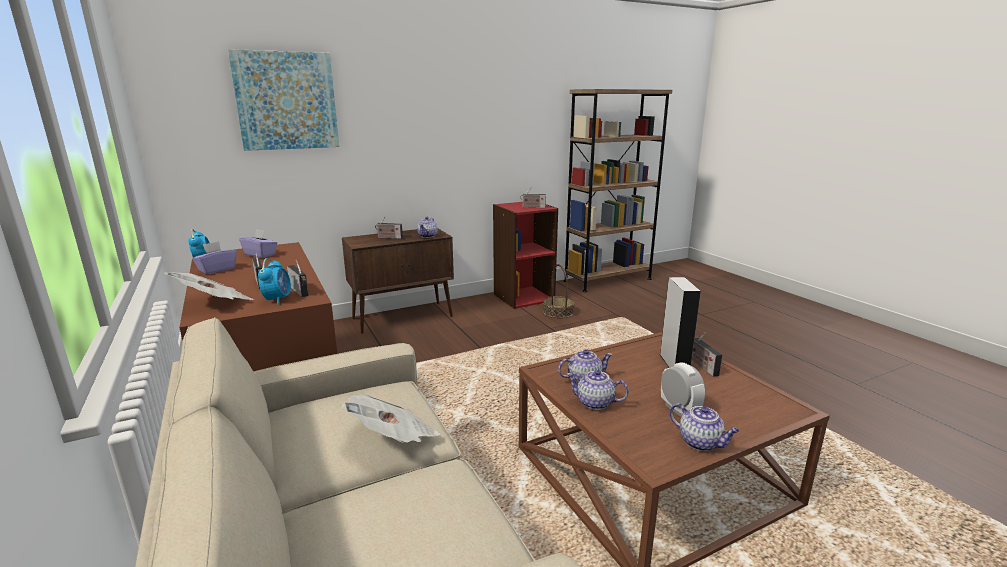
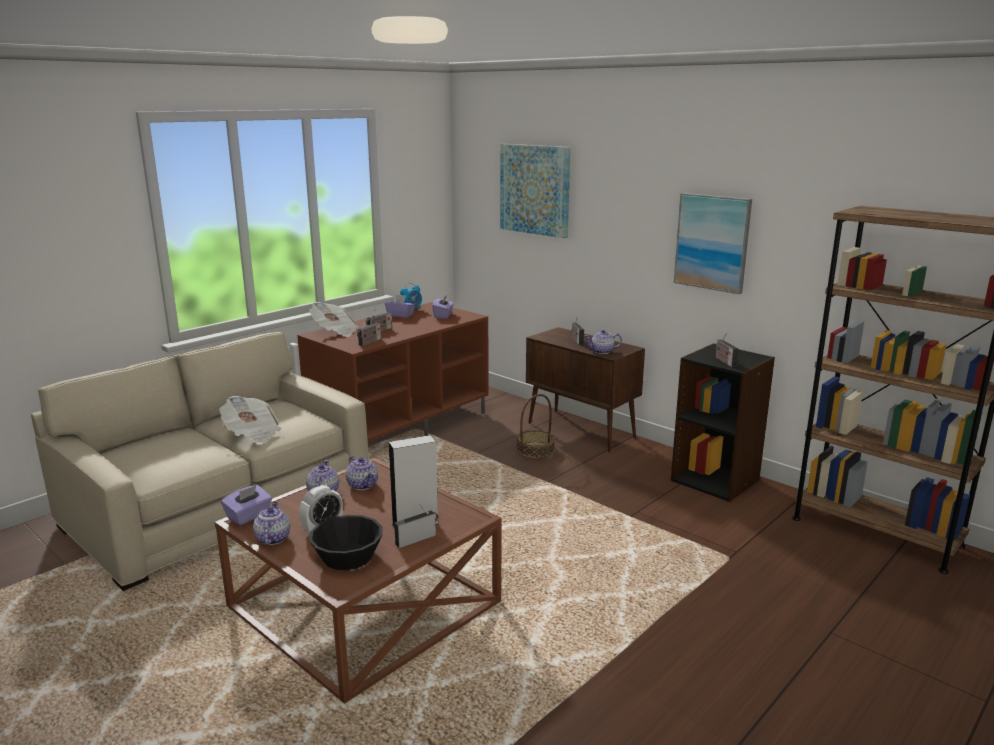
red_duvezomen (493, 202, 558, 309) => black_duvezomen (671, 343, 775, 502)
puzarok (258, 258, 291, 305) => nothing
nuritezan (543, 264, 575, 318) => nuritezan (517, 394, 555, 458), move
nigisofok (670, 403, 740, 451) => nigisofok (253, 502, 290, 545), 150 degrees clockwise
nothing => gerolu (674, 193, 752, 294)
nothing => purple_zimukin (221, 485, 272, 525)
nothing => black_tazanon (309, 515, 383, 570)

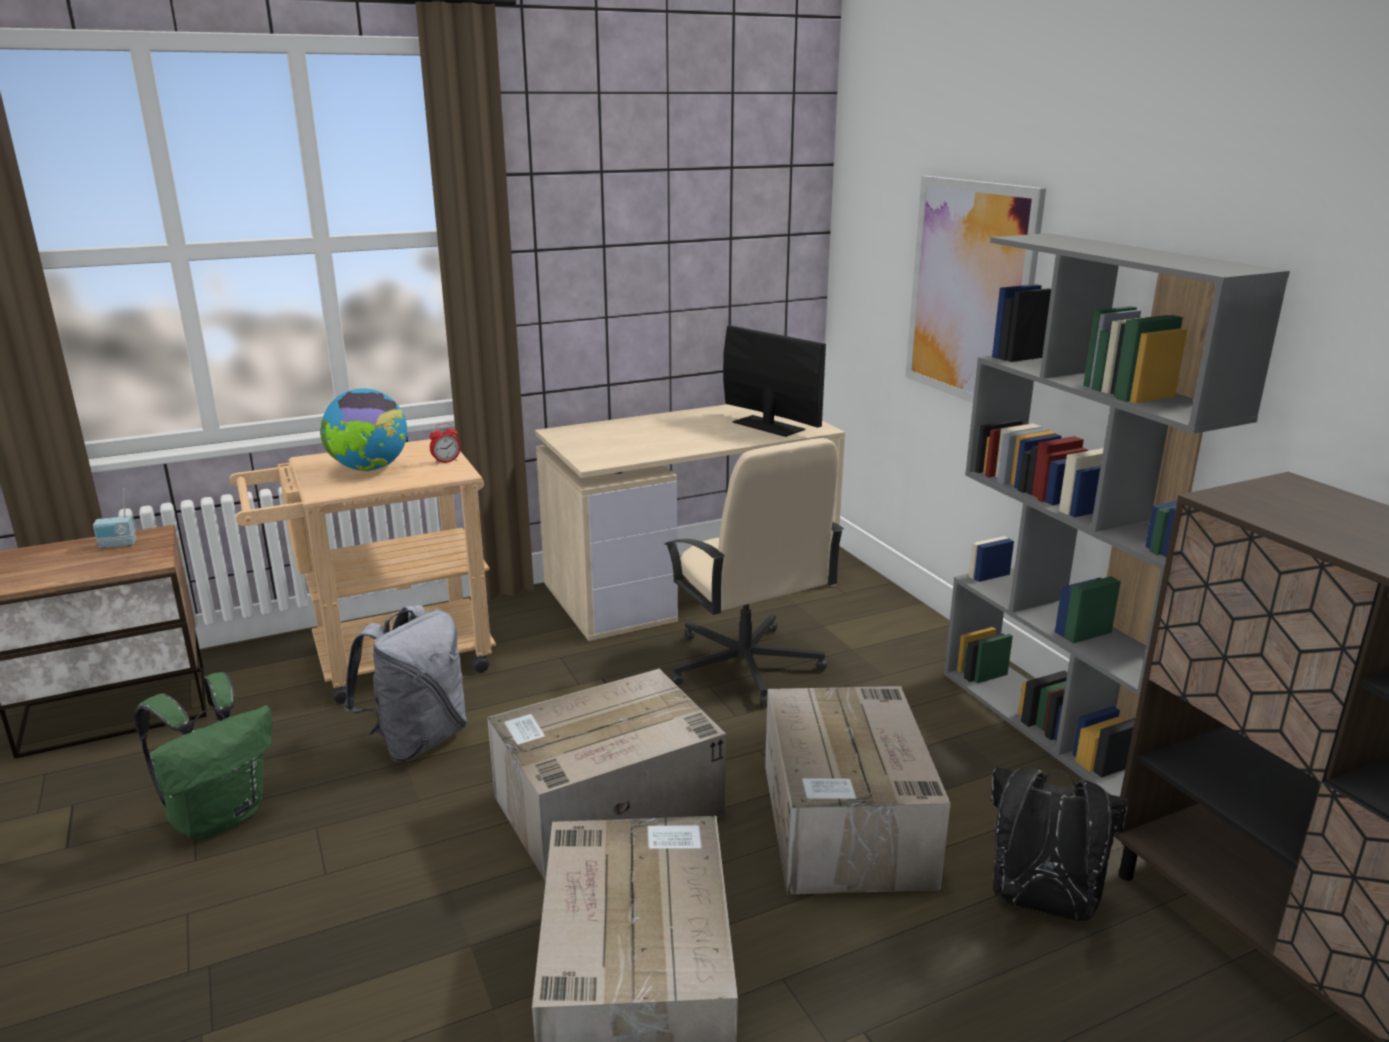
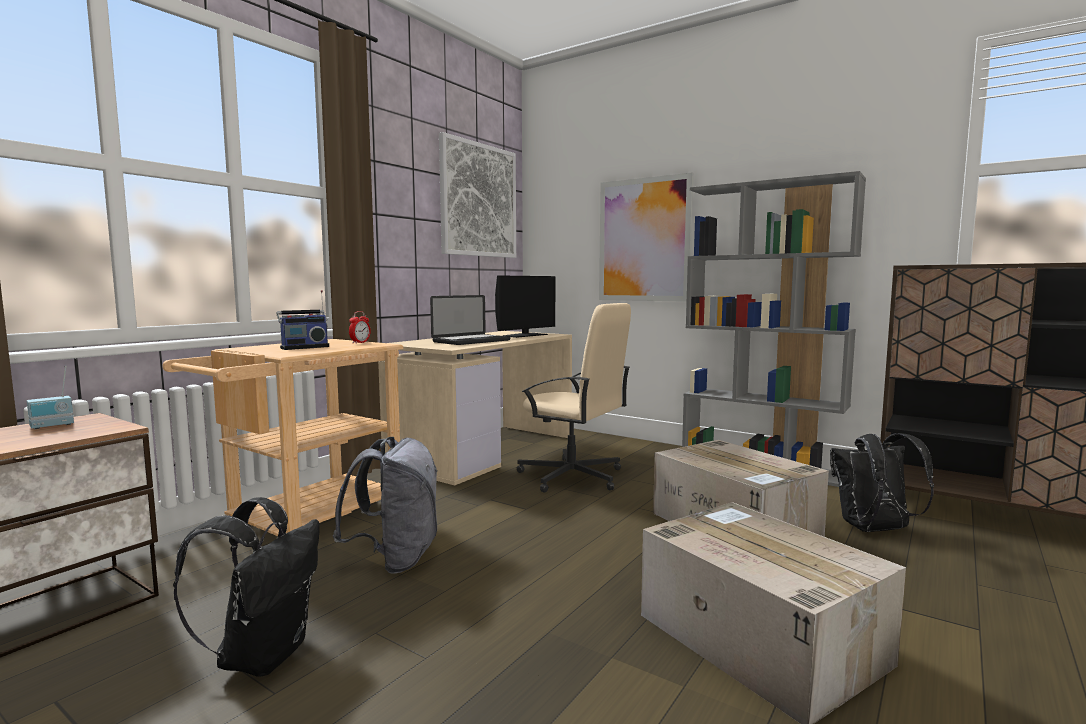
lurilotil (723, 325, 826, 437) => lurilotil (495, 275, 555, 338), 120 degrees clockwise
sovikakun (320, 388, 407, 472) => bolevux (276, 290, 329, 350)
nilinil (487, 668, 726, 881) => nothing
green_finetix (134, 672, 272, 840) => black_finetix (173, 497, 320, 677)
nothing => gerolu (439, 132, 516, 258)
nothing => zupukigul (430, 295, 510, 345)

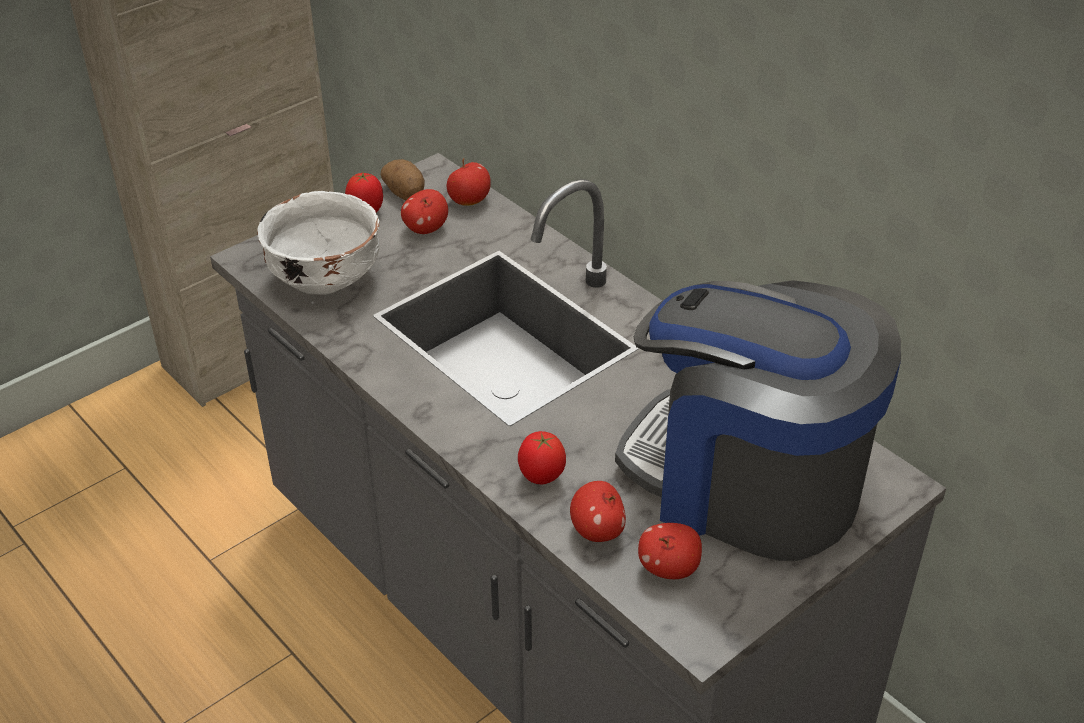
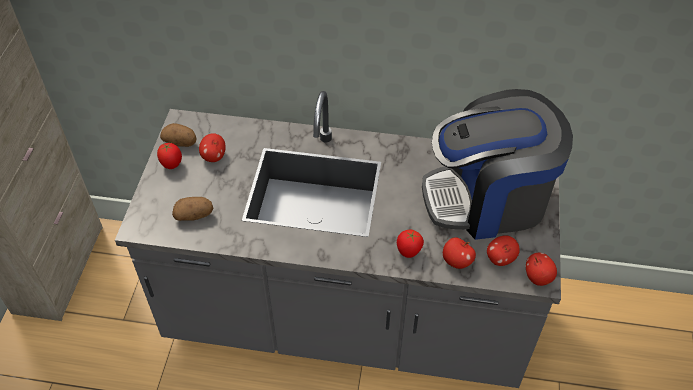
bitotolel (447, 158, 491, 206) => bitotolel (526, 253, 557, 286), move
white_tazanon (257, 191, 379, 295) => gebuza (172, 197, 213, 221)

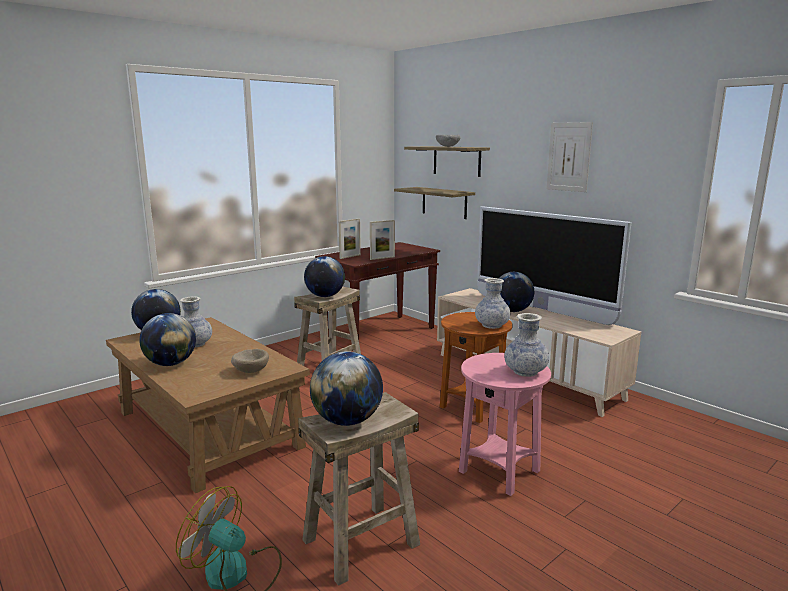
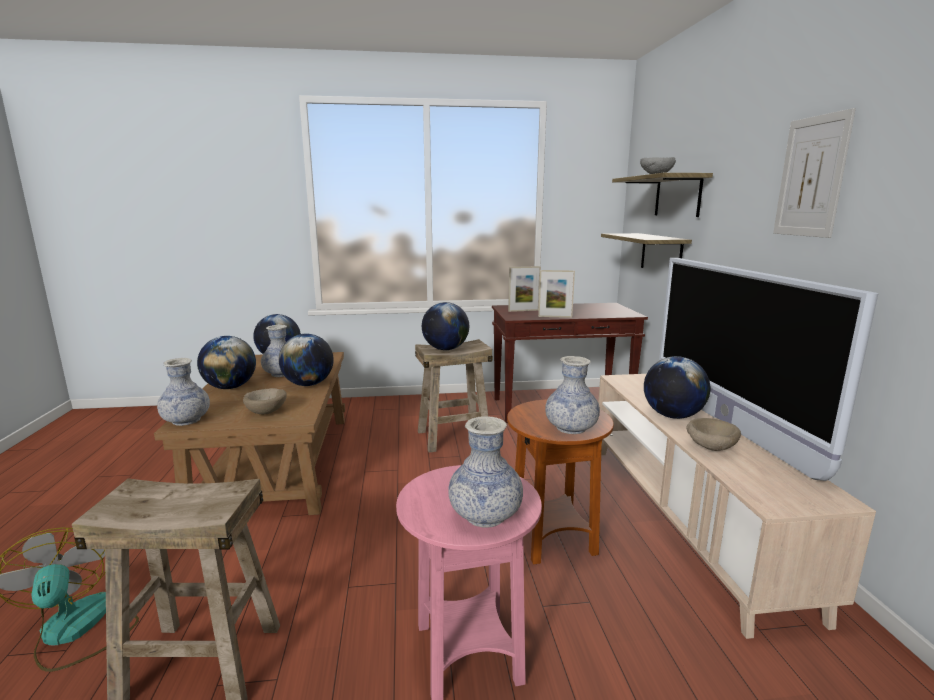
sovikakun (310, 351, 383, 426) => sovikakun (279, 334, 334, 386), move
nothing => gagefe (157, 358, 210, 426)
nothing => beige_tazanon (686, 418, 741, 451)

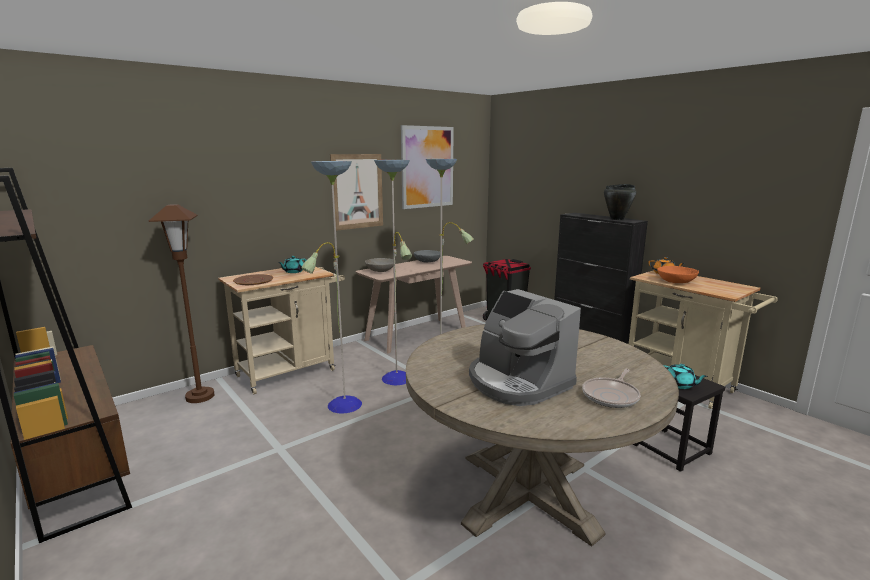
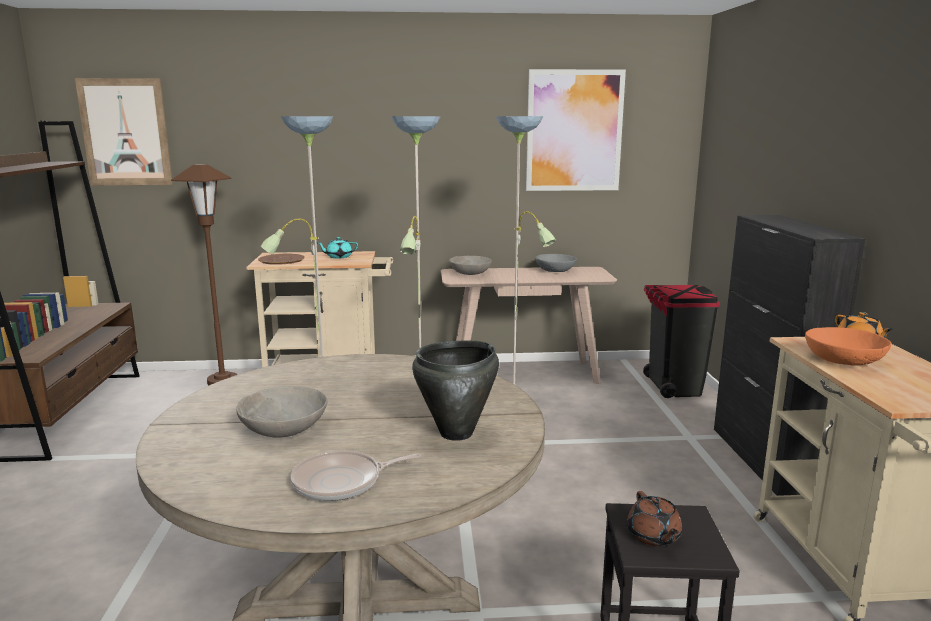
gerolu (330, 154, 383, 231) => gerolu (75, 78, 173, 185), move
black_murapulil (604, 184, 636, 220) => black_murapulil (412, 341, 499, 441), move
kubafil (469, 289, 581, 406) => grey_tazanon (236, 386, 327, 438)
turquoise_nigisofok (664, 364, 708, 389) => brown_nigisofok (627, 491, 682, 546)

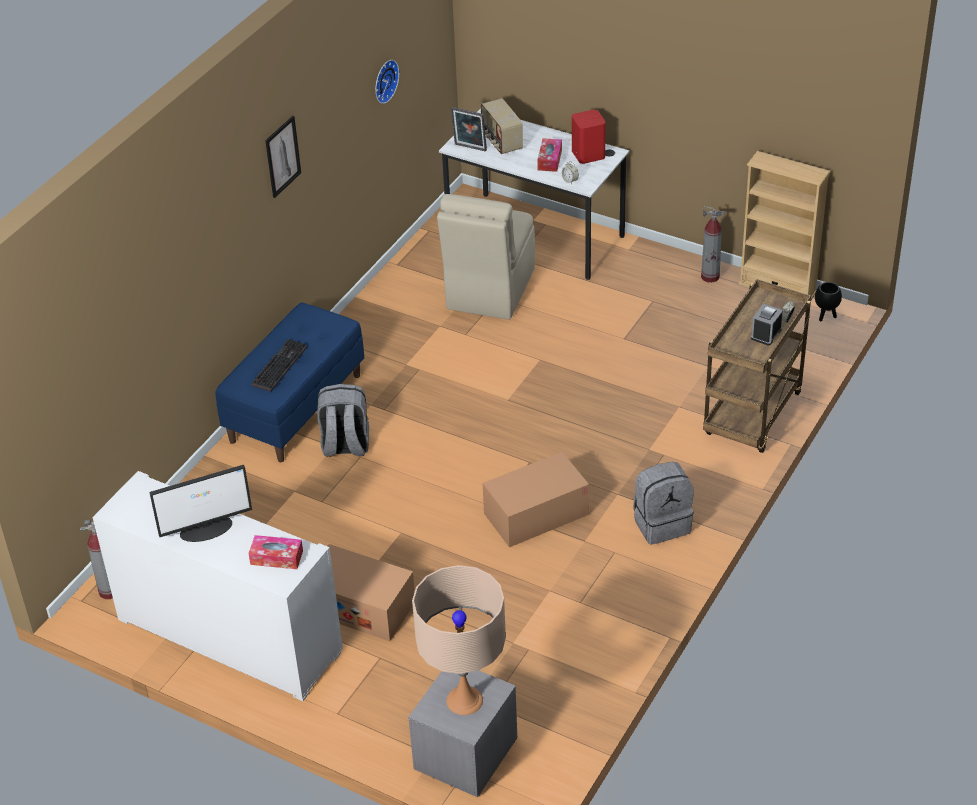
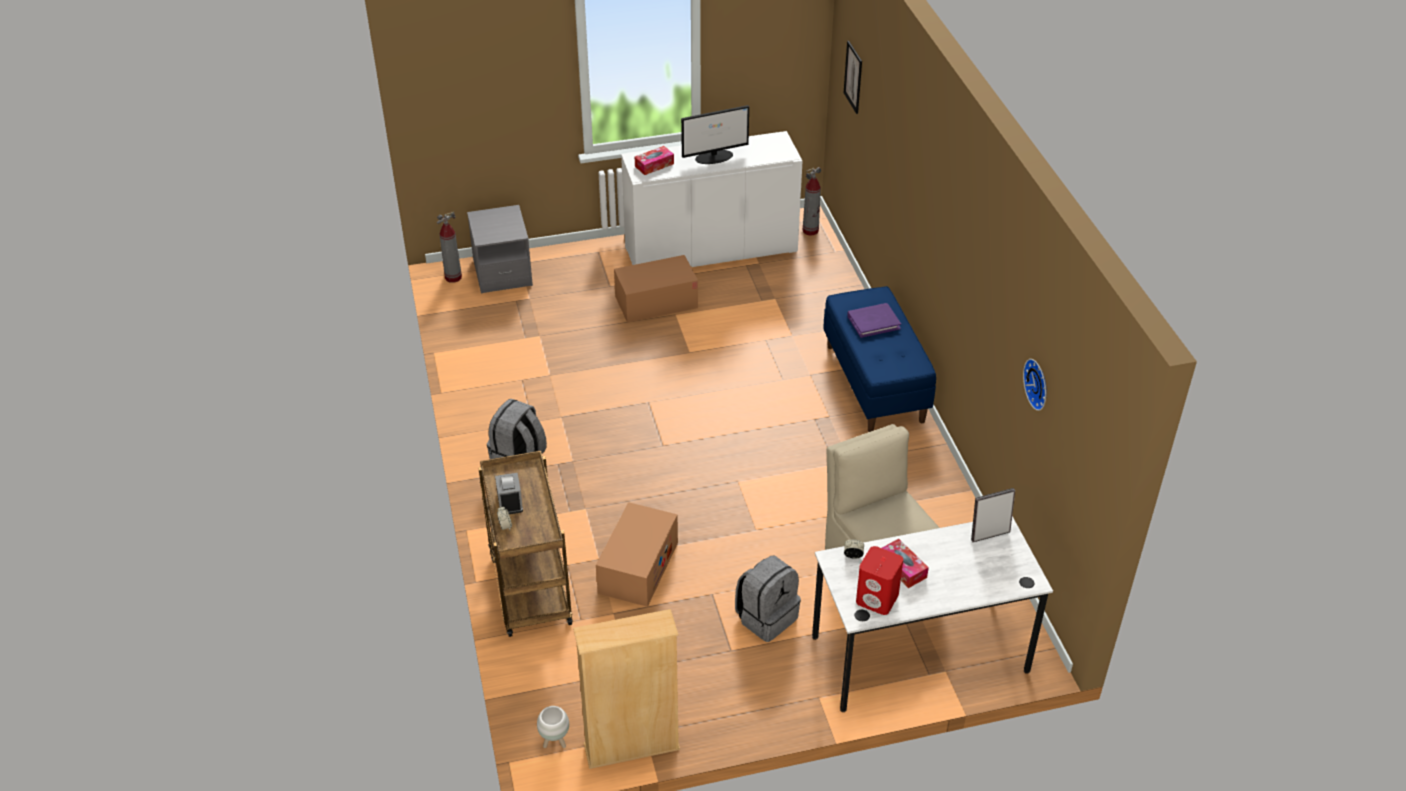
bolevux (481, 98, 523, 154) => nothing
gerolu (265, 116, 301, 198) => gerolu (844, 41, 862, 114), move
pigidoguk (701, 206, 725, 283) => pigidoguk (437, 212, 462, 283), move
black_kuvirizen (815, 282, 842, 321) => white_kuvirizen (537, 706, 569, 748)
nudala (252, 339, 307, 392) => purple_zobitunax (847, 303, 901, 338)
grey_finetix (317, 384, 369, 457) => grey_finetix (735, 555, 801, 642), move
nilinil (483, 452, 589, 547) => nilinil (596, 502, 678, 607), move
lurilotil (149, 465, 252, 542) => lurilotil (681, 105, 749, 164), 135 degrees counterclockwise
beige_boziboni (412, 565, 506, 715) => nothing

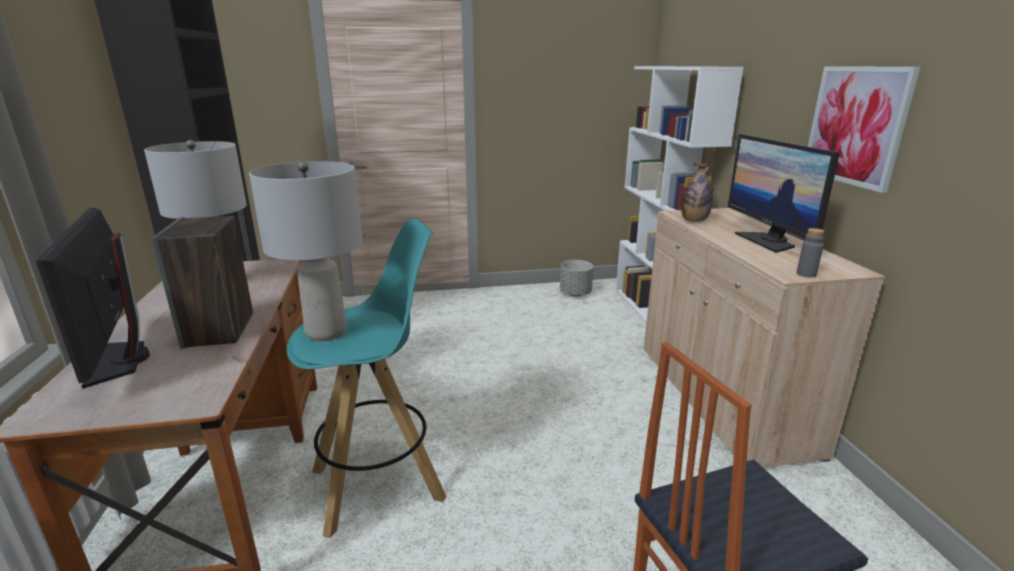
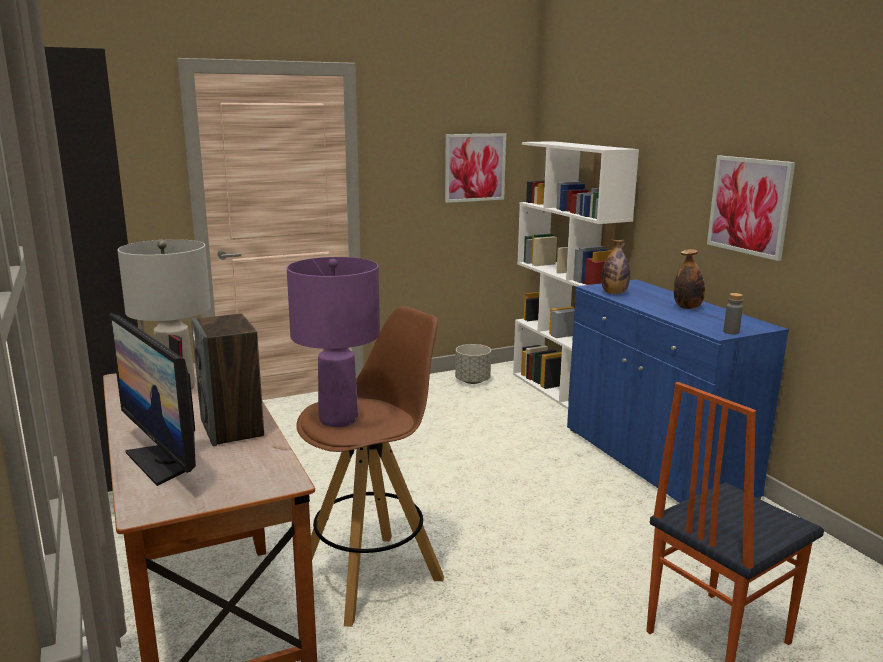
lurilotil (728, 134, 840, 253) => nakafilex (674, 249, 705, 309)
grey_boziboni (249, 161, 362, 341) => purple_boziboni (287, 257, 380, 427)
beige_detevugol (644, 208, 885, 468) => blue_detevugol (567, 280, 789, 503)
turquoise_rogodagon (287, 219, 446, 538) => brown_rogodagon (296, 306, 444, 627)
nothing => gerolu (445, 133, 506, 203)

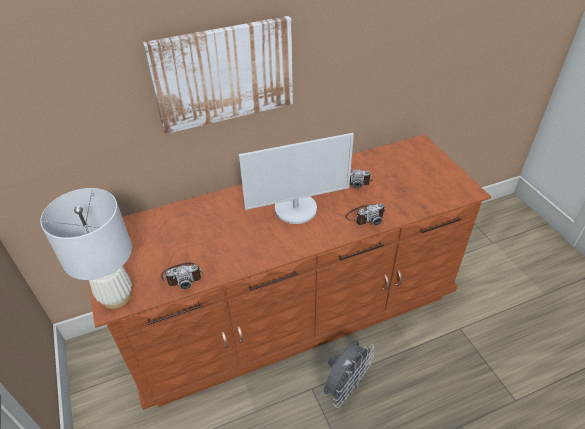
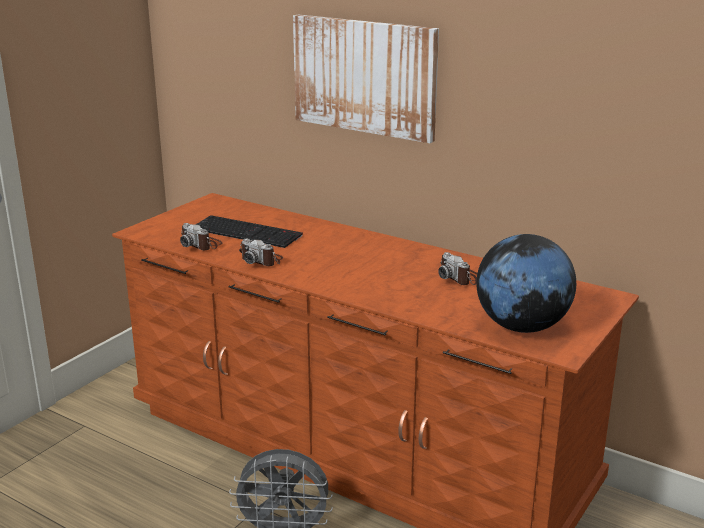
lurilotil (239, 133, 354, 224) => nothing
white_boziboni (40, 188, 132, 309) => nothing
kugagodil (346, 203, 386, 225) => kugagodil (239, 239, 283, 266), move
nothing => nudala (196, 215, 303, 248)
nothing => sovikakun (476, 234, 576, 333)

